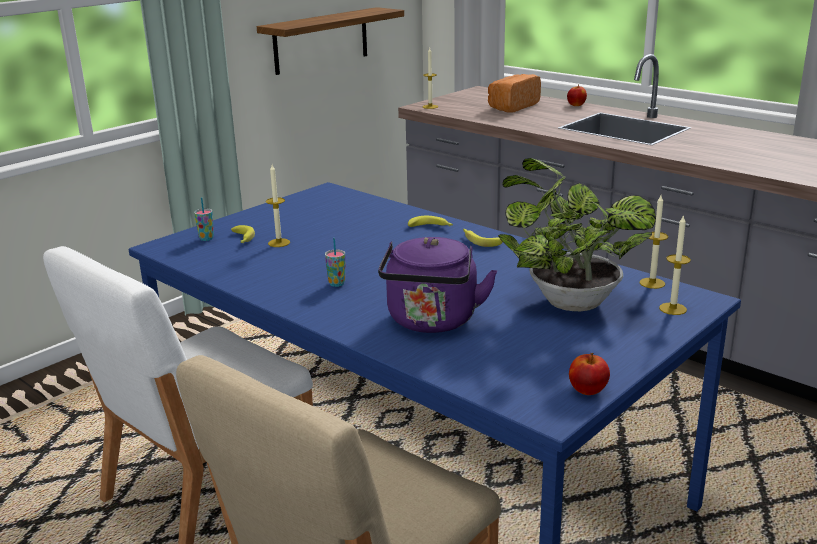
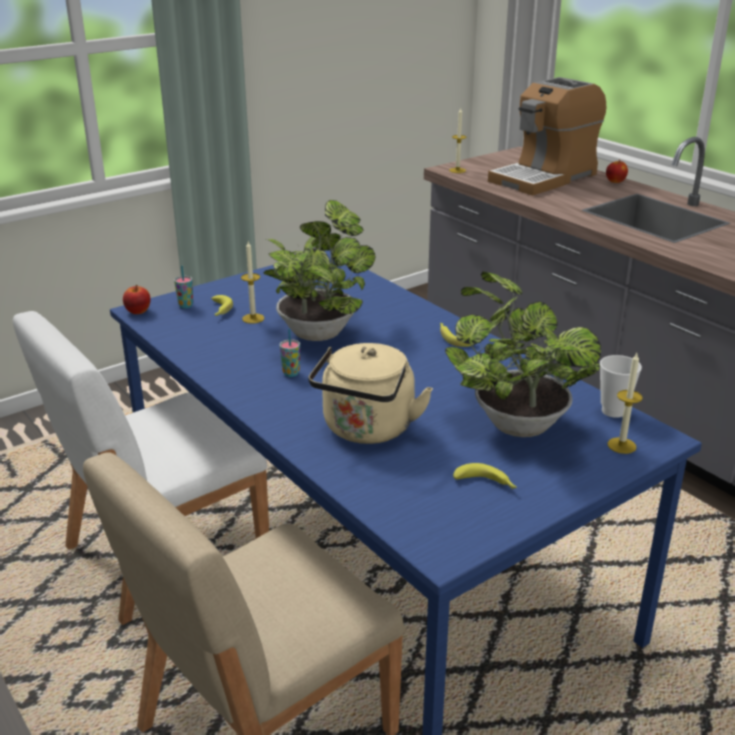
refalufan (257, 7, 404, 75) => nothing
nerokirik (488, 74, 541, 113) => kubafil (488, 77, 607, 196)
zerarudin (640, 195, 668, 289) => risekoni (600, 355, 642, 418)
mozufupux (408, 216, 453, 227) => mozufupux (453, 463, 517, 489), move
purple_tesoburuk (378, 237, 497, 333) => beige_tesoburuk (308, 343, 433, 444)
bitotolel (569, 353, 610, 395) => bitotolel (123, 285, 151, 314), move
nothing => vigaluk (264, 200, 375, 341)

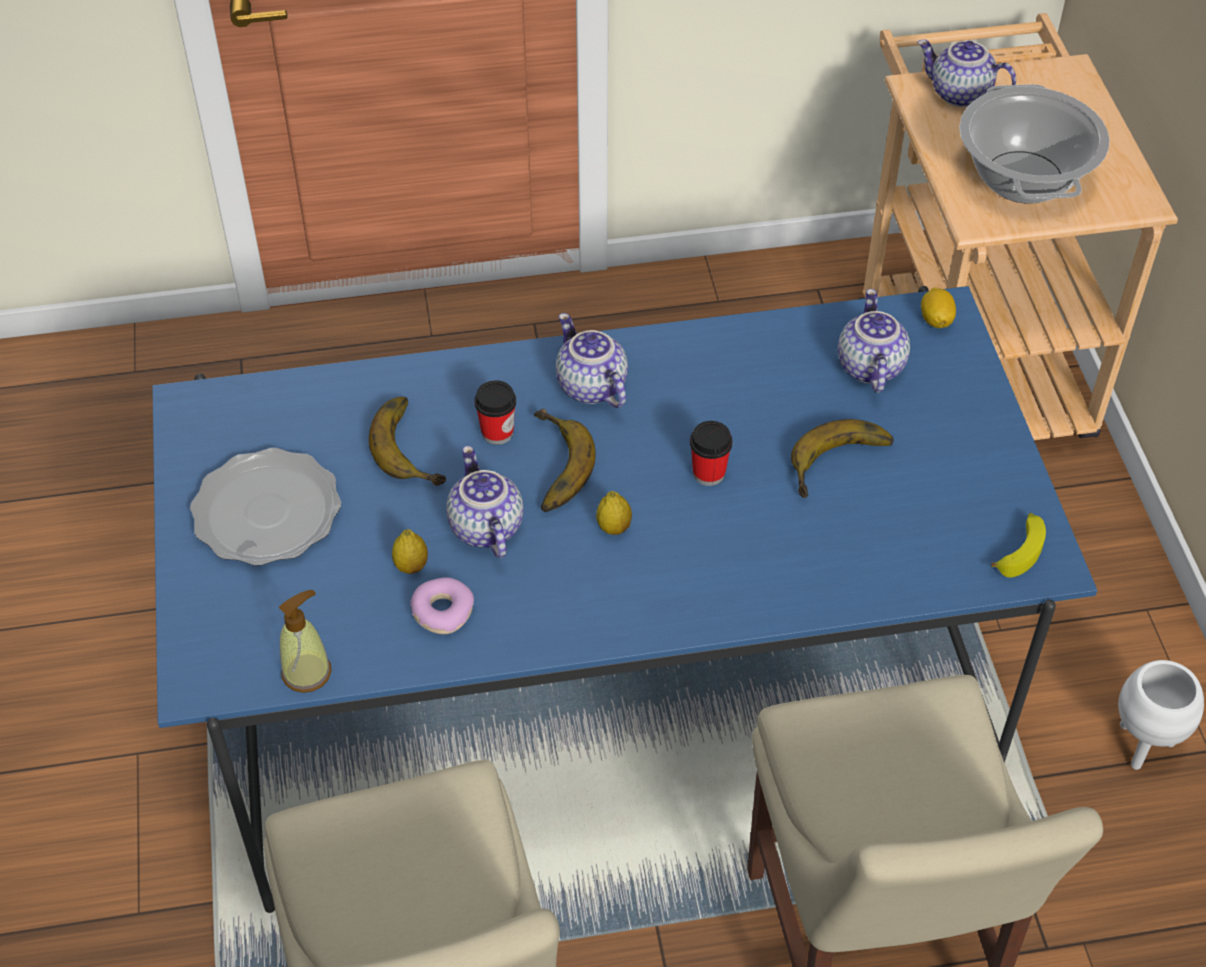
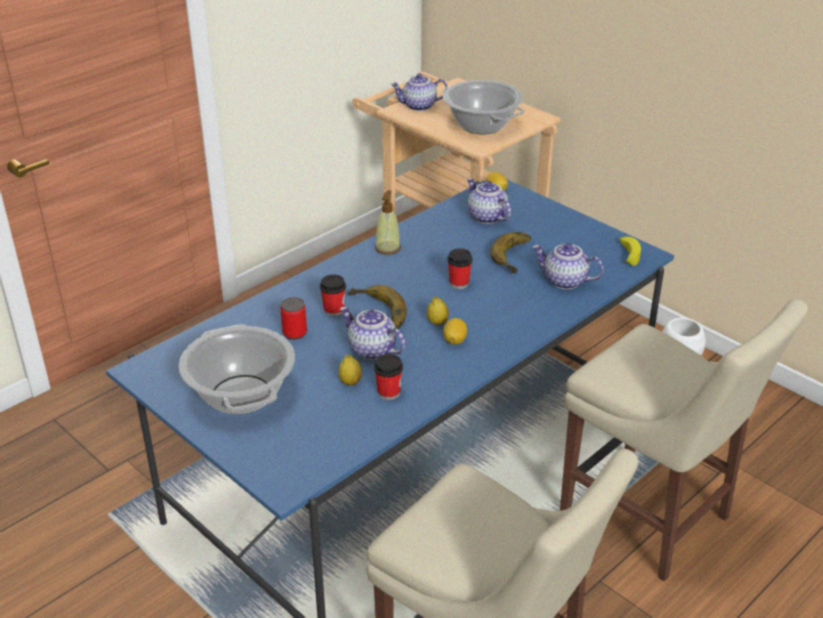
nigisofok (556, 313, 628, 408) => nigisofok (532, 243, 604, 289), move
mozufupux (369, 397, 446, 486) => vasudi (280, 297, 307, 340)
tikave (190, 448, 341, 566) => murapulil (179, 324, 295, 414)
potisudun (410, 577, 474, 634) => risekoni (374, 354, 403, 400)
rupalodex (278, 590, 332, 693) => rupalodex (375, 190, 401, 255), move
nothing => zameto (443, 318, 467, 344)

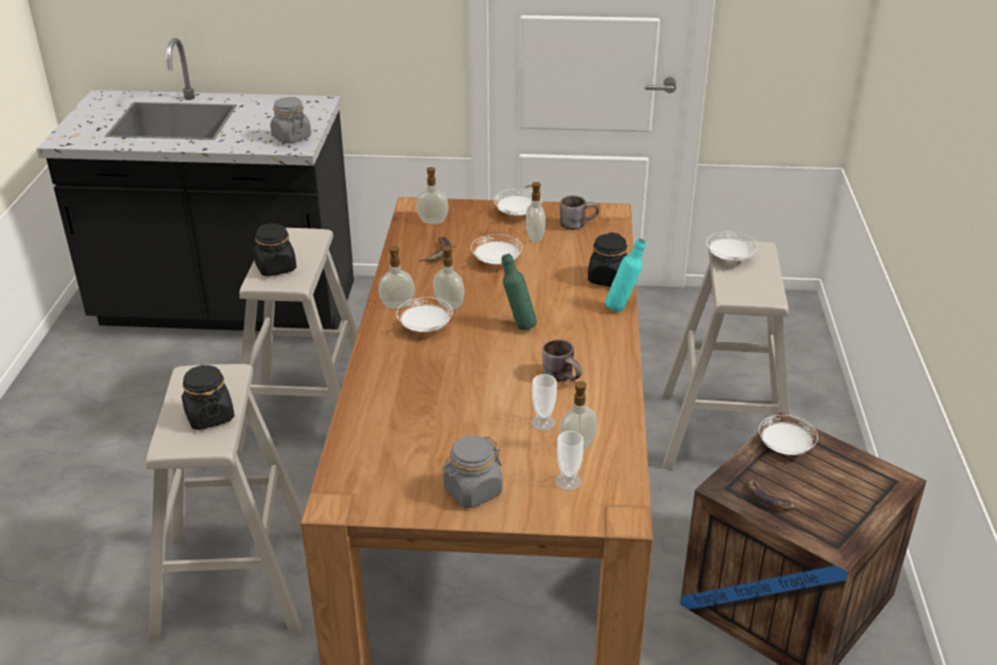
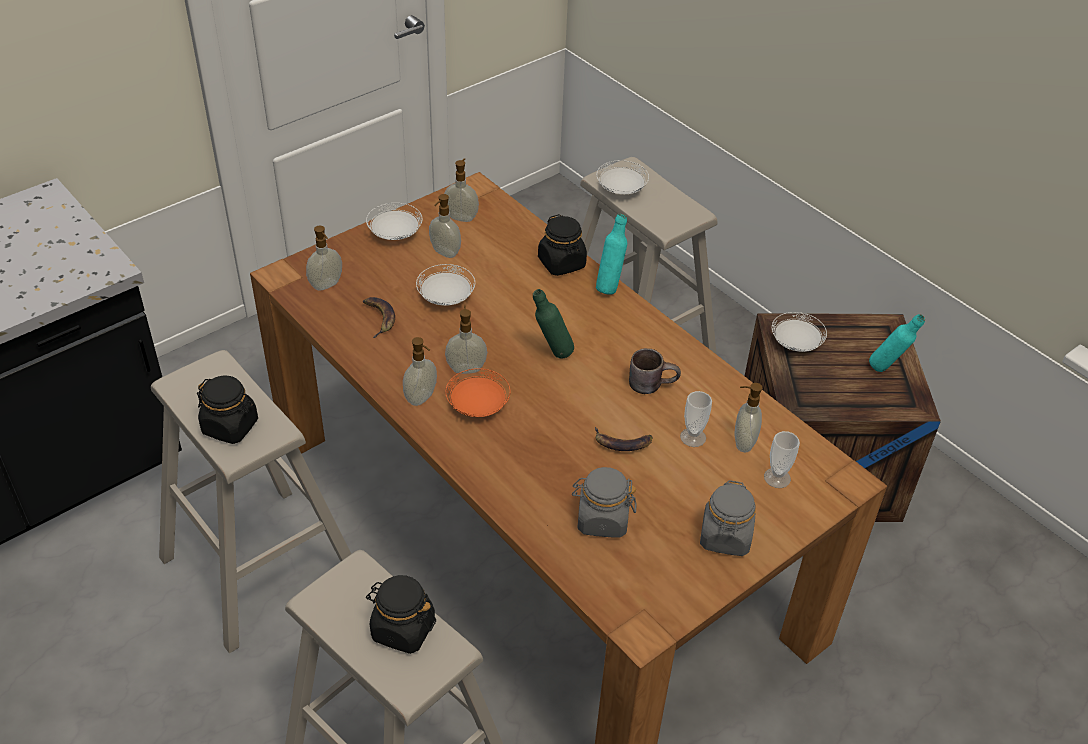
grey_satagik (270, 97, 311, 143) => grey_satagik (572, 467, 637, 538), move
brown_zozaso (560, 195, 599, 230) => rupalodex (444, 158, 479, 222)
white_tikave (396, 297, 453, 332) => orange_tikave (446, 368, 511, 417)
mozufupux (748, 477, 796, 510) => mozufupux (595, 427, 653, 451), move
nothing => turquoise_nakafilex (869, 314, 925, 372)

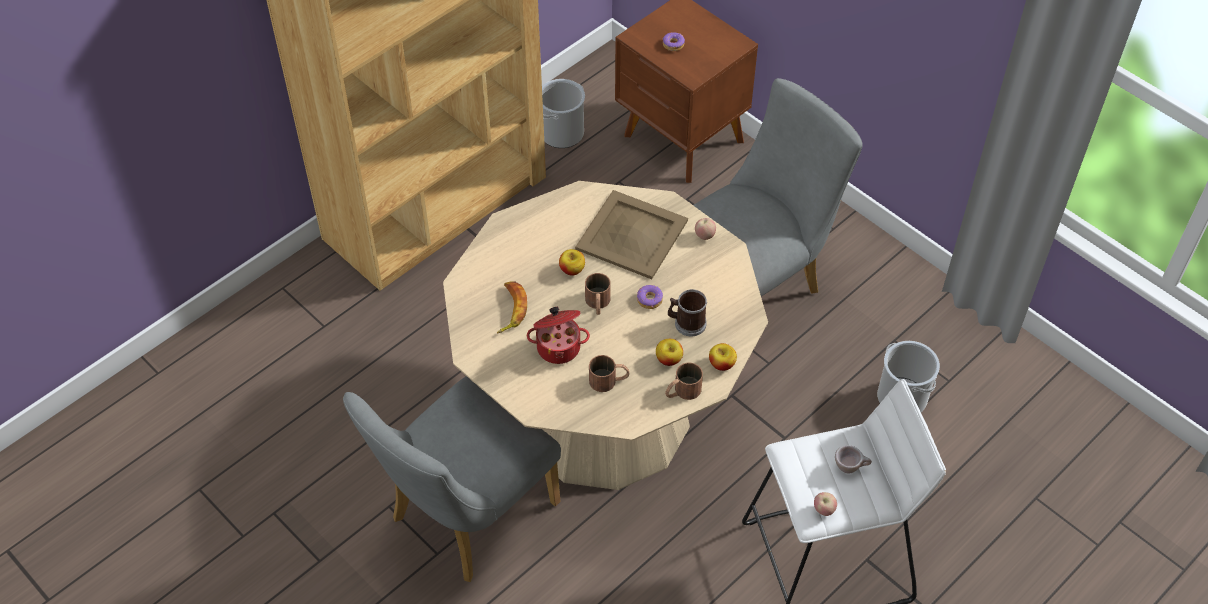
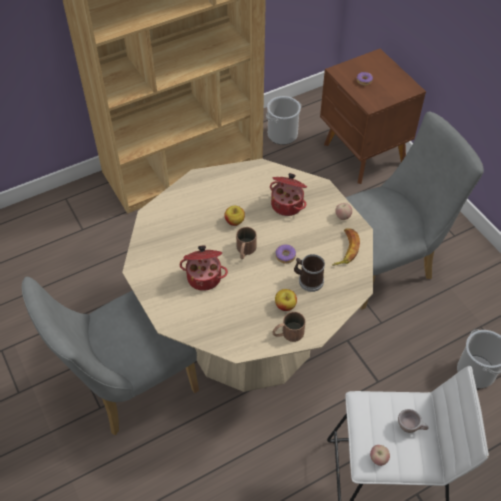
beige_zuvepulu (575, 190, 688, 279) => murapulil (270, 173, 307, 216)
mozufupux (497, 281, 527, 333) => mozufupux (332, 229, 360, 266), move
bitotolel (709, 343, 737, 371) => nothing
brown_zozaso (589, 355, 630, 392) => nothing

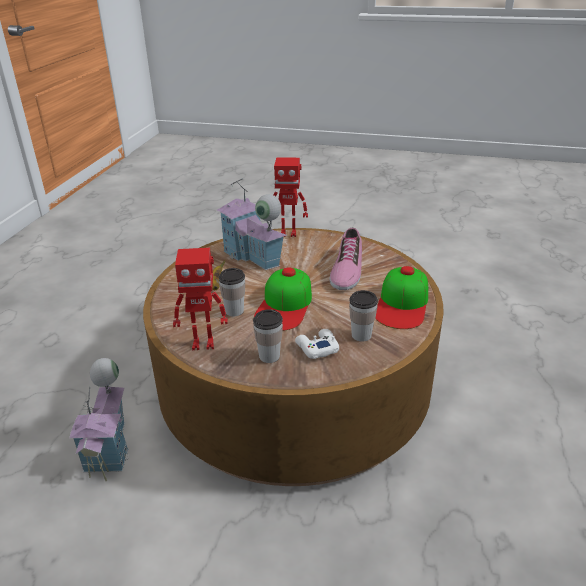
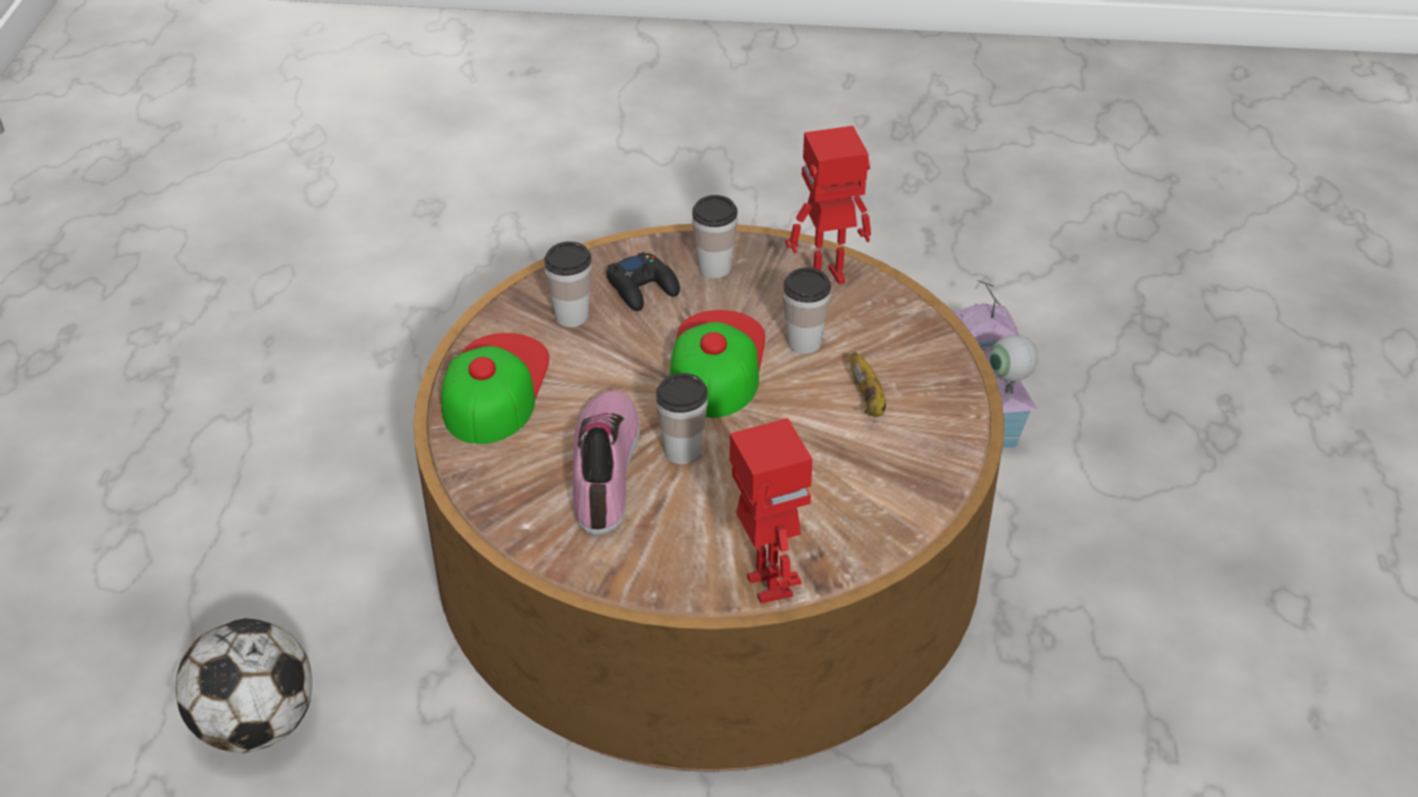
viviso (273, 157, 308, 237) => viviso (730, 418, 813, 603), 75 degrees clockwise
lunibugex (217, 178, 287, 270) => nothing
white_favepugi (295, 329, 339, 359) => black_favepugi (606, 252, 680, 311)
nothing => risekoni (656, 373, 708, 464)
nothing => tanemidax (176, 618, 312, 753)

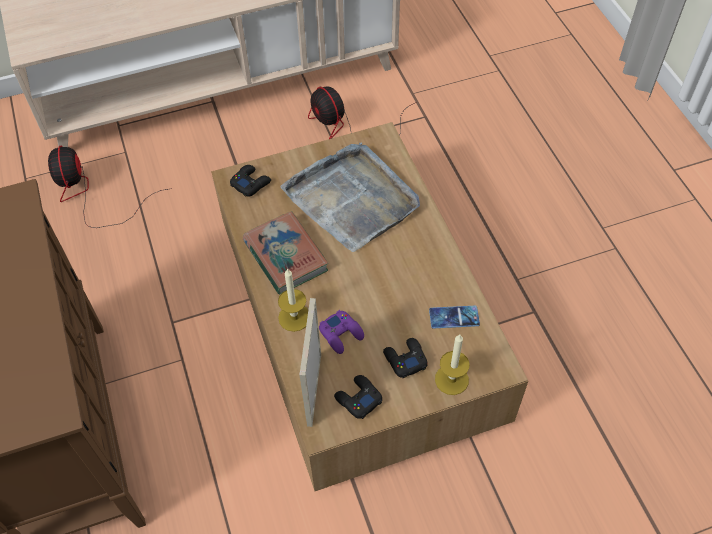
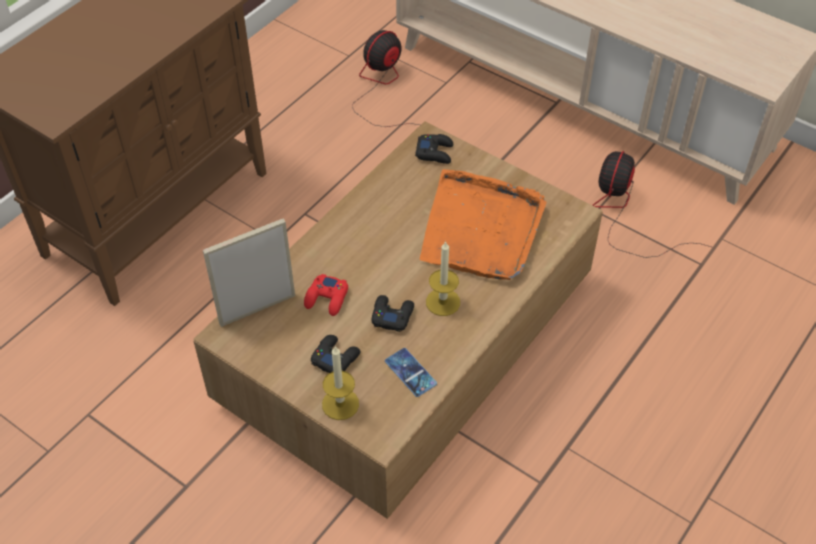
grey_zuvepulu (280, 143, 420, 252) => orange_zuvepulu (420, 169, 546, 280)
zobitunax (243, 211, 329, 295) => nothing
zerarudin (278, 268, 308, 332) => zerarudin (426, 241, 460, 316), move
purple_favepugi (319, 310, 364, 354) => red_favepugi (304, 274, 348, 316)
black_favepugi (334, 375, 382, 419) => black_favepugi (372, 295, 414, 332), move

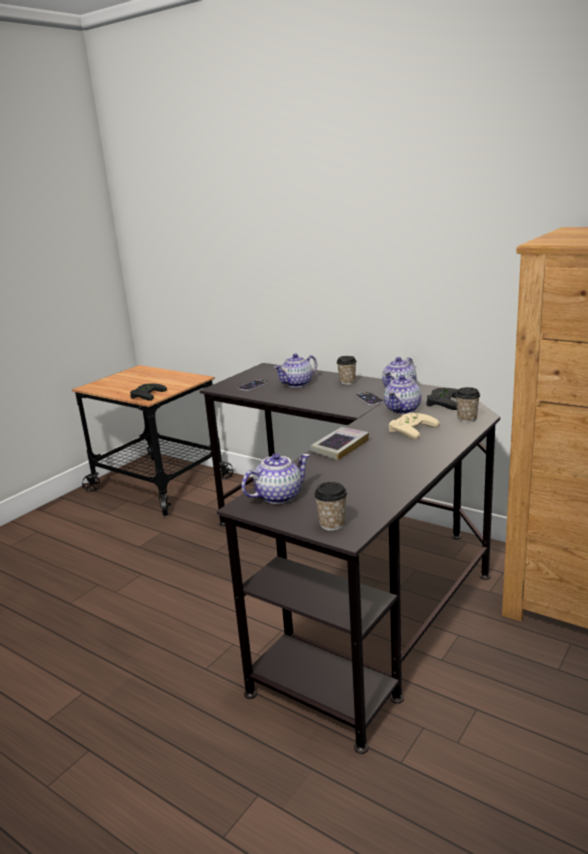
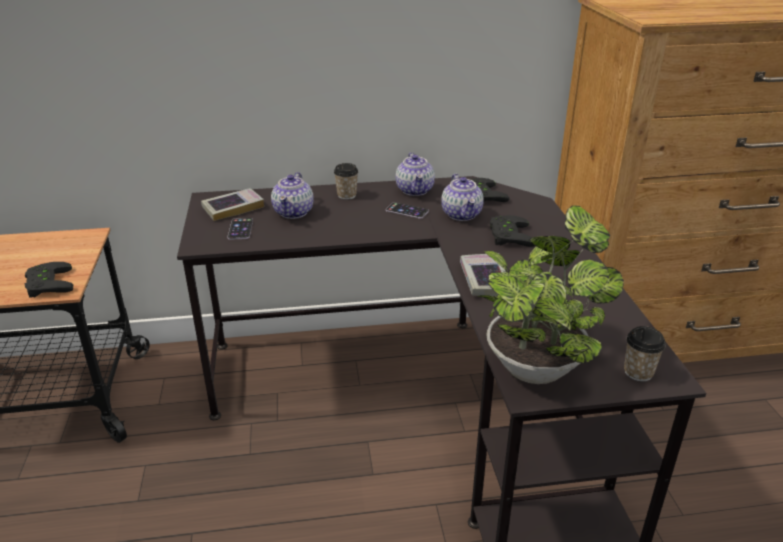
risekoni (455, 387, 480, 422) => nothing
beige_favepugi (389, 413, 440, 440) => black_favepugi (490, 215, 535, 247)
nigisofok (241, 453, 310, 504) => vigaluk (477, 205, 624, 384)
nothing => zobitunax (201, 188, 264, 221)

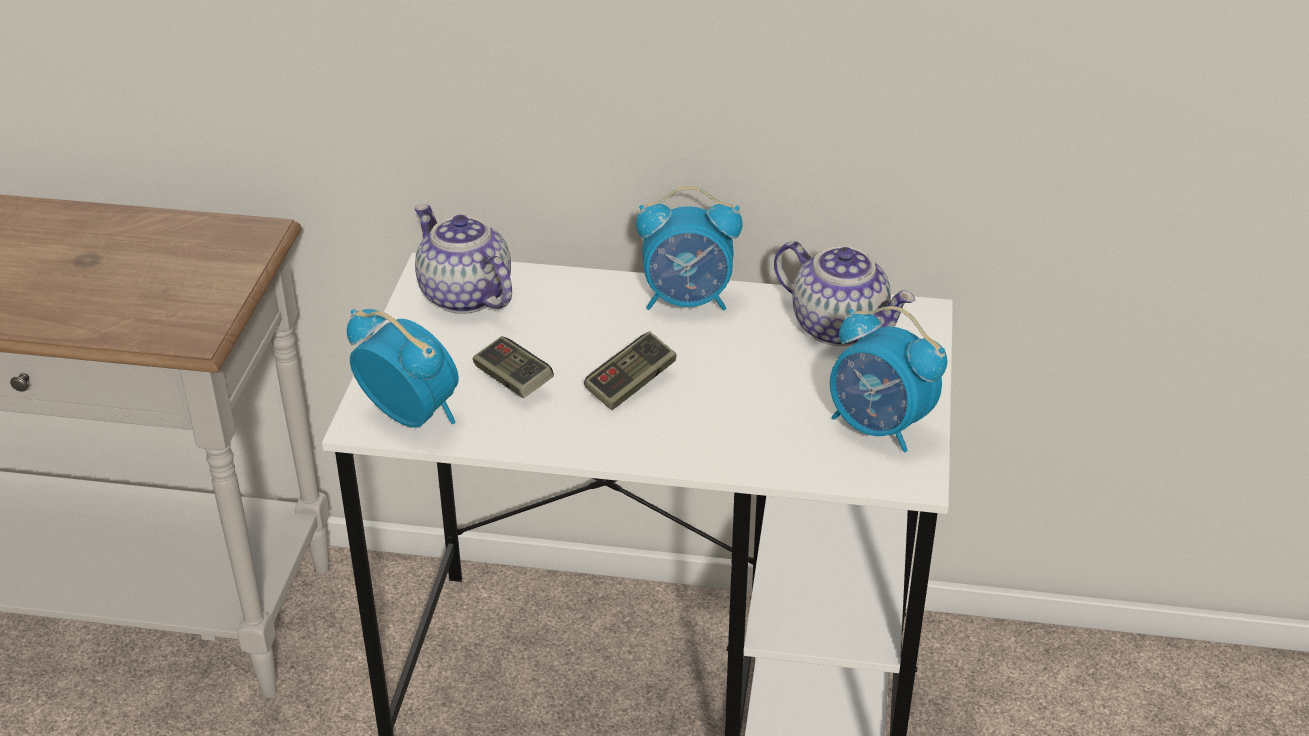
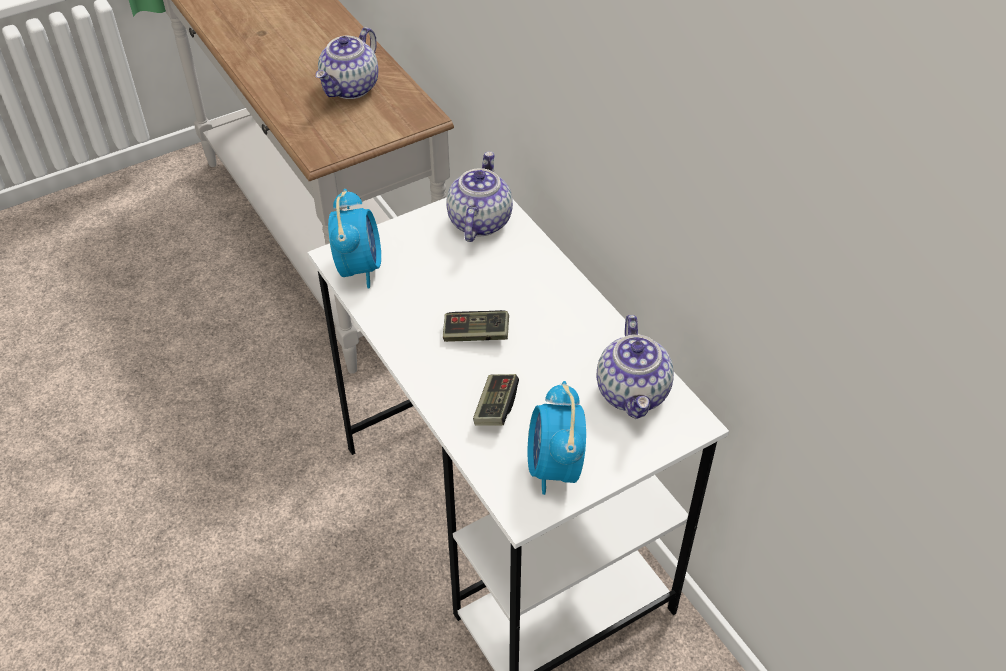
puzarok (636, 186, 743, 310) => nothing
favepugi (472, 336, 554, 398) => favepugi (473, 374, 519, 426), move
nothing => nigisofok (316, 27, 378, 99)

